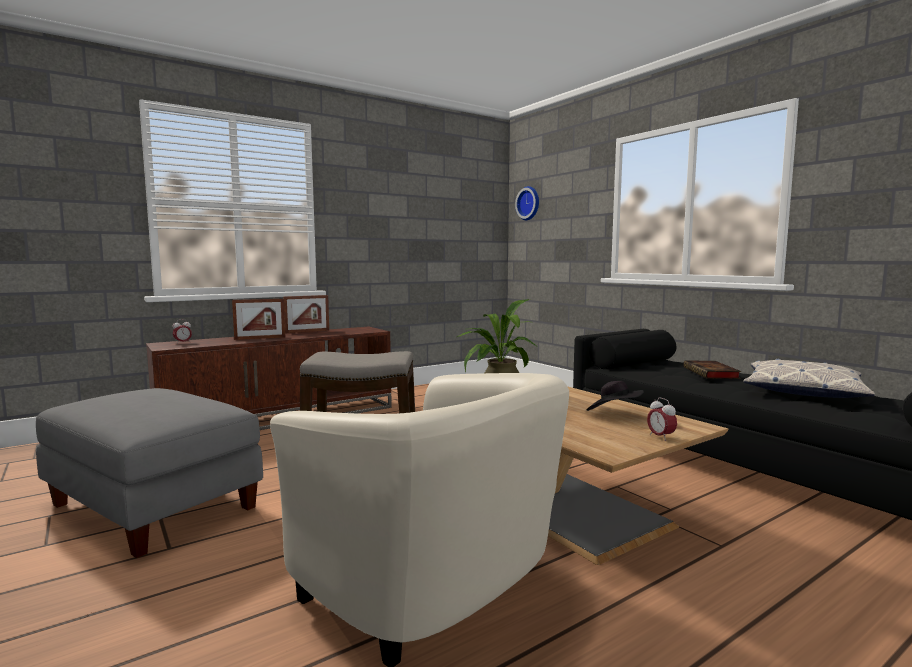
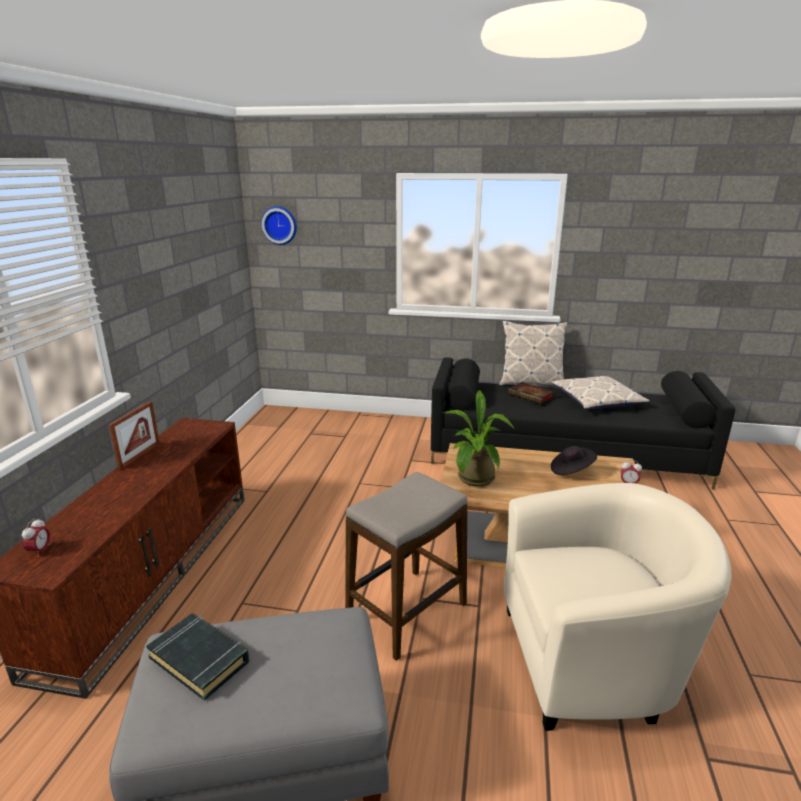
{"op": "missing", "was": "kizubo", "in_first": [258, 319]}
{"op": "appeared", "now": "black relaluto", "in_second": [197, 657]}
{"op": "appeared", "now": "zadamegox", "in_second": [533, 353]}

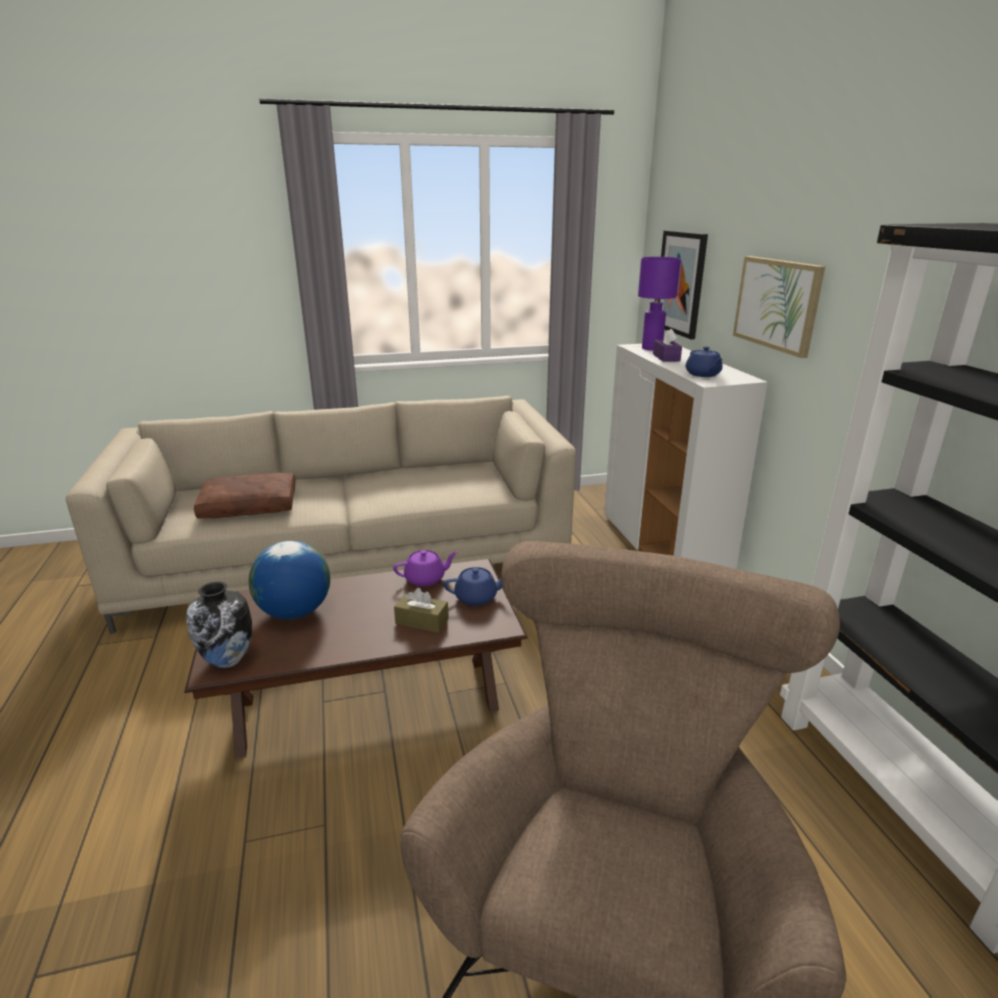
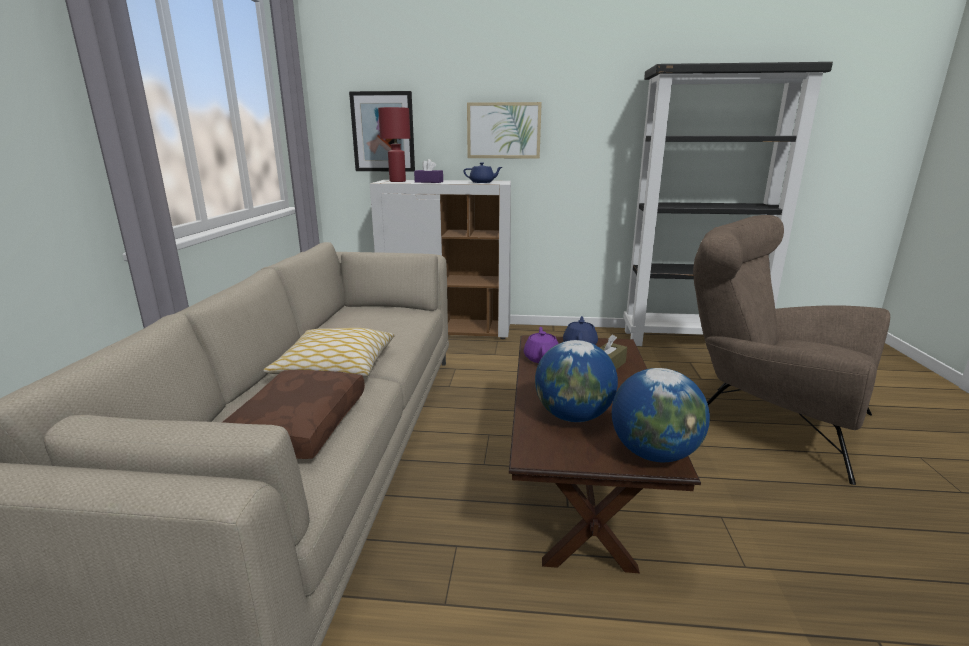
{"op": "exchanged", "was": "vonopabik", "now": "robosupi", "in_first": [219, 624], "in_second": [661, 415]}
{"op": "colour", "was": "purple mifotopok", "now": "red mifotopok", "in_first": [659, 304], "in_second": [394, 144]}
{"op": "appeared", "now": "zadamegox", "in_second": [328, 352]}

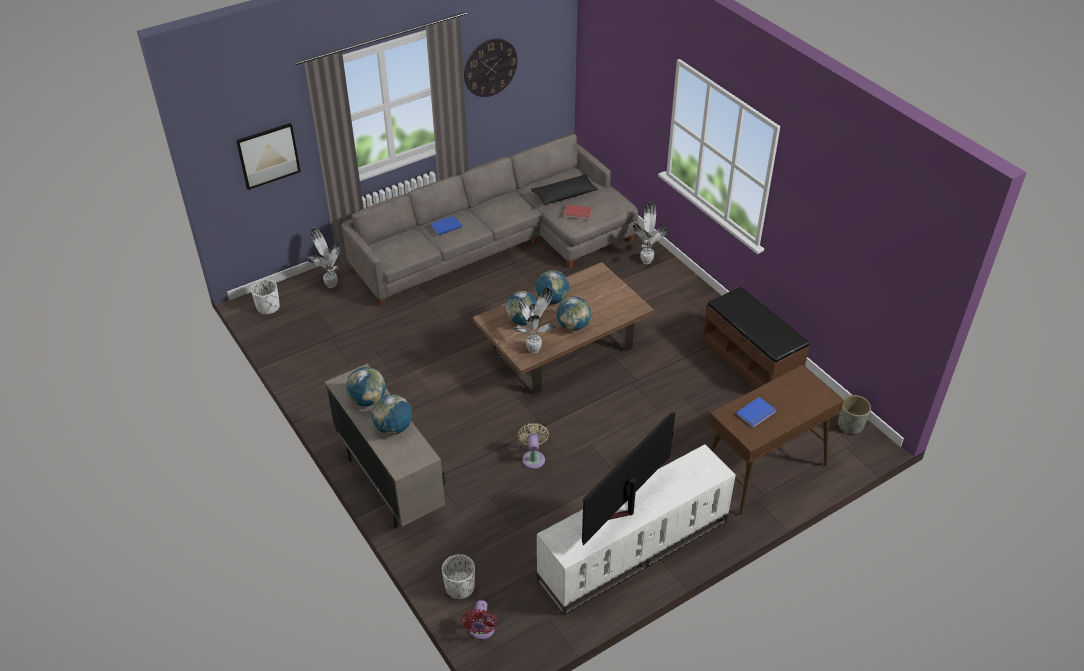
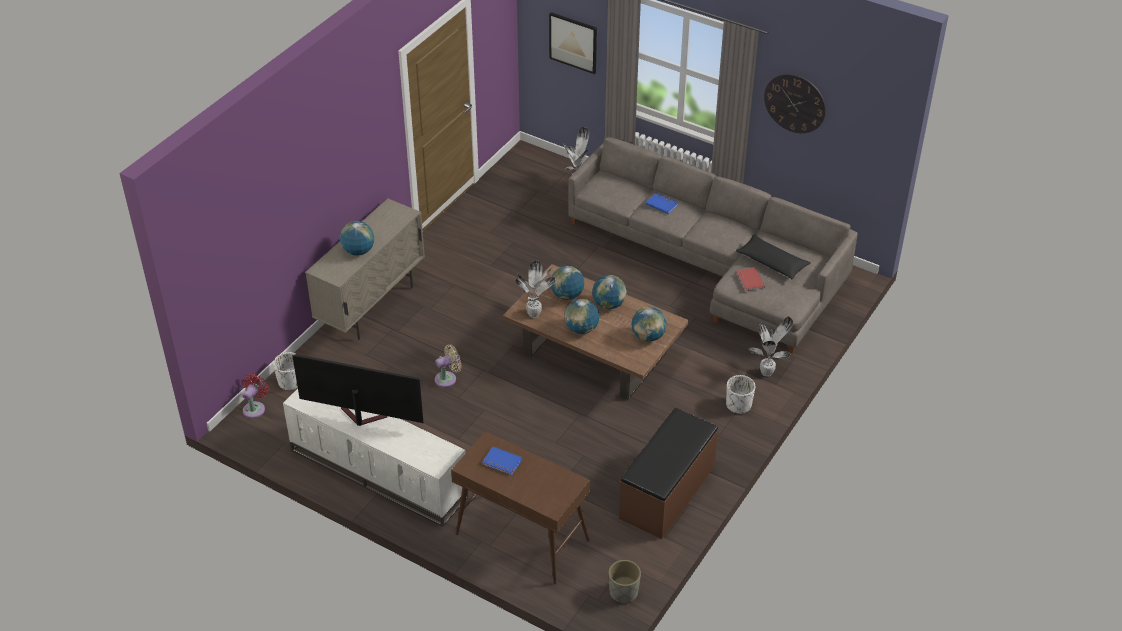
{"op": "relocated", "was": "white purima", "in_first": [265, 297], "in_second": [740, 394]}
{"op": "relocated", "was": "robosupi", "in_first": [366, 386], "in_second": [649, 324]}
{"op": "spun", "was": "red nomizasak", "in_first": [479, 620], "in_second": [255, 395], "clockwise": 135}

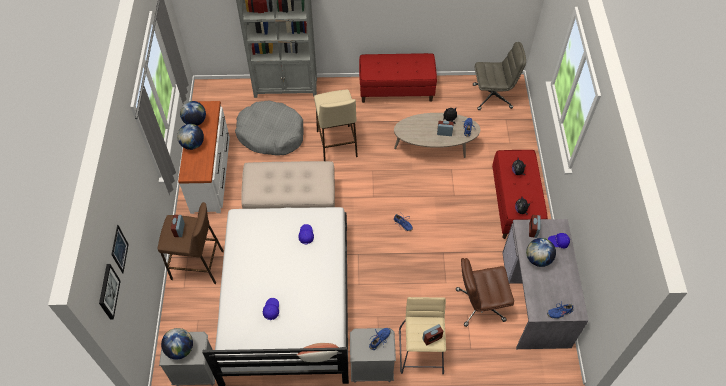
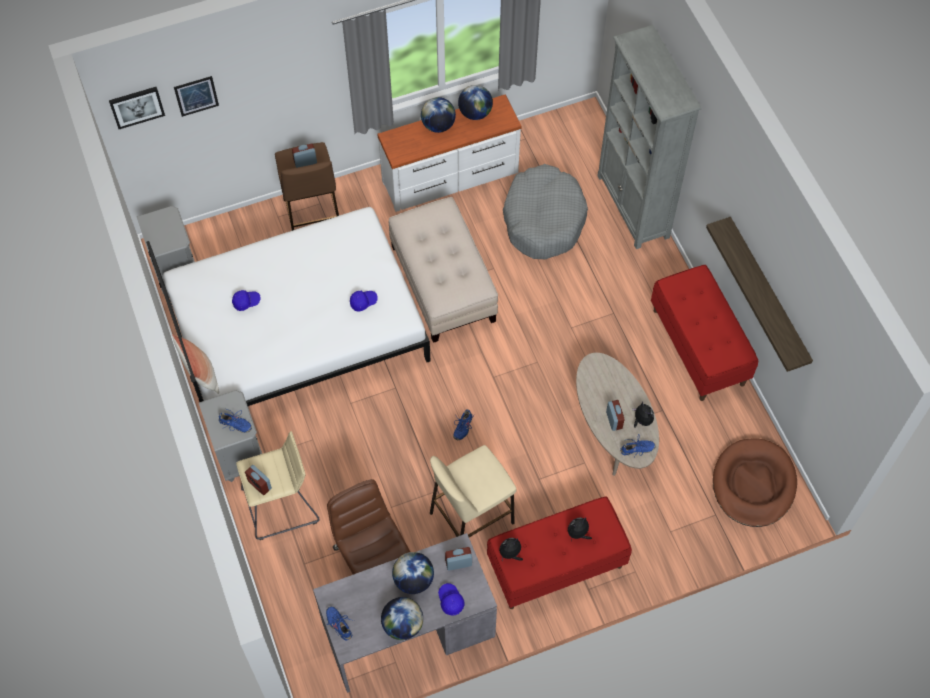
{"op": "relocated", "was": "robosupi", "in_first": [177, 344], "in_second": [402, 618]}
{"op": "relocated", "was": "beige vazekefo", "in_first": [336, 125], "in_second": [473, 491]}
{"op": "exchanged", "was": "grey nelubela", "now": "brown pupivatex", "in_first": [499, 76], "in_second": [755, 482]}
{"op": "appeared", "now": "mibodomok", "in_second": [759, 294]}

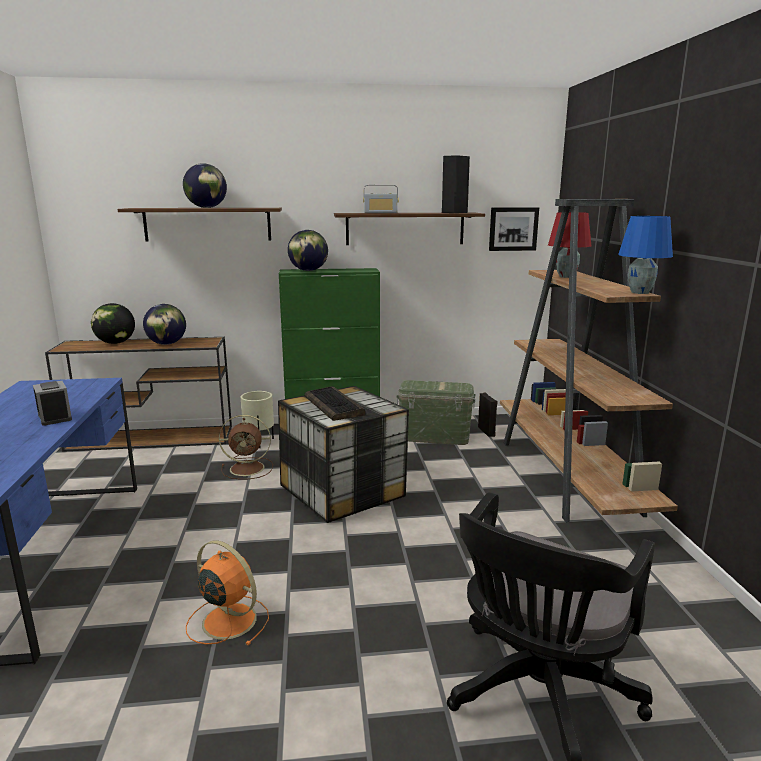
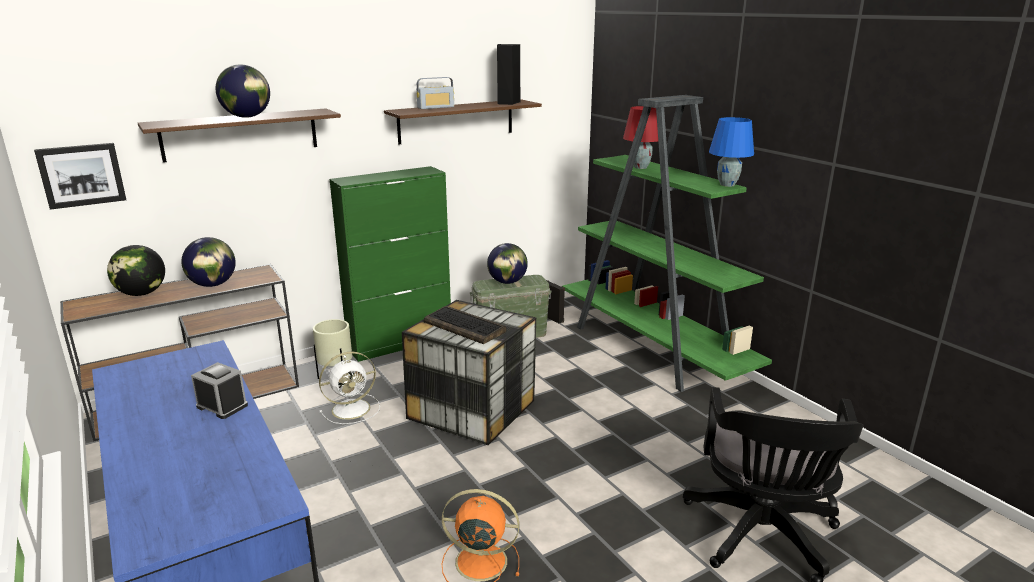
{"op": "colour", "was": "brown nomizasak", "now": "white nomizasak", "in_first": [246, 447], "in_second": [349, 388]}
{"op": "relocated", "was": "robosupi", "in_first": [308, 250], "in_second": [507, 263]}
{"op": "relocated", "was": "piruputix", "in_first": [514, 229], "in_second": [80, 176]}
{"op": "colour", "was": "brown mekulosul", "now": "green mekulosul", "in_first": [589, 360], "in_second": [667, 243]}

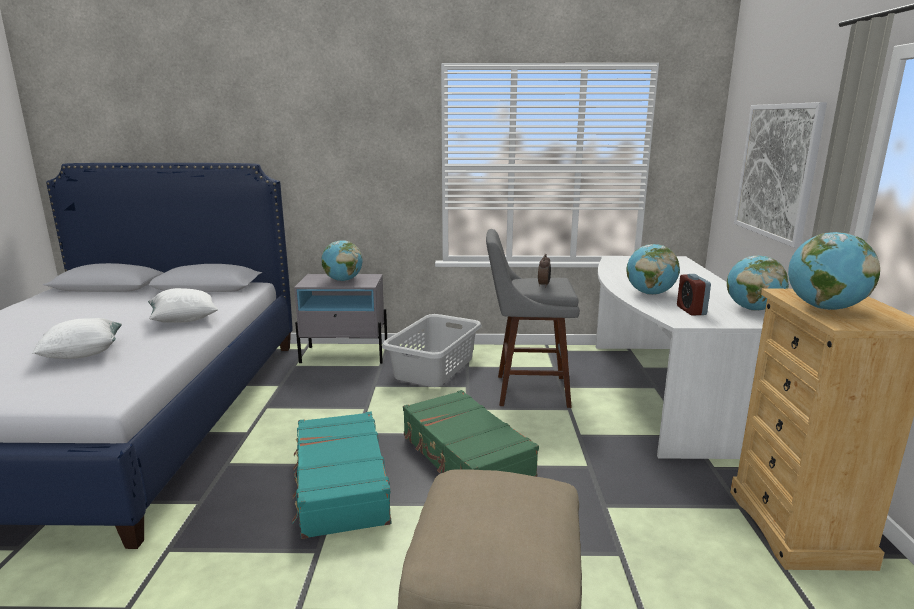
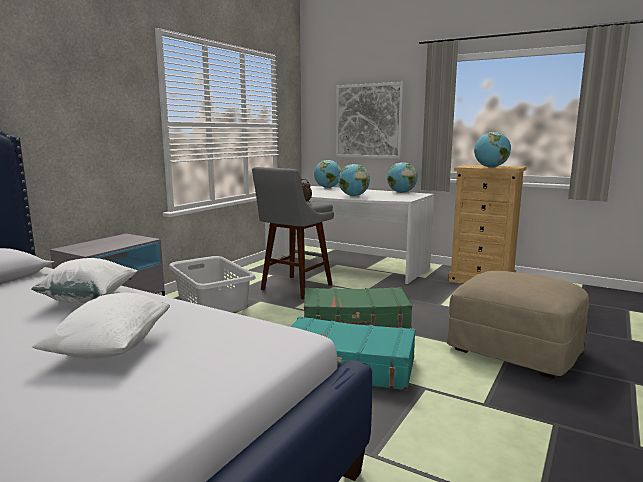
{"op": "relocated", "was": "robosupi", "in_first": [342, 260], "in_second": [327, 174]}
{"op": "missing", "was": "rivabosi", "in_first": [694, 294]}

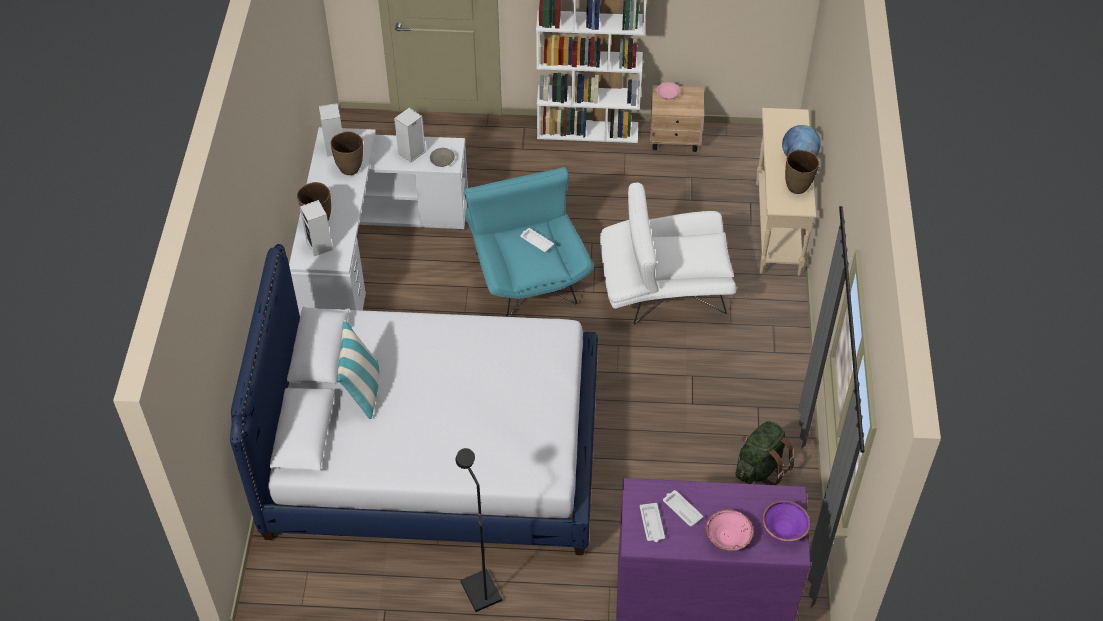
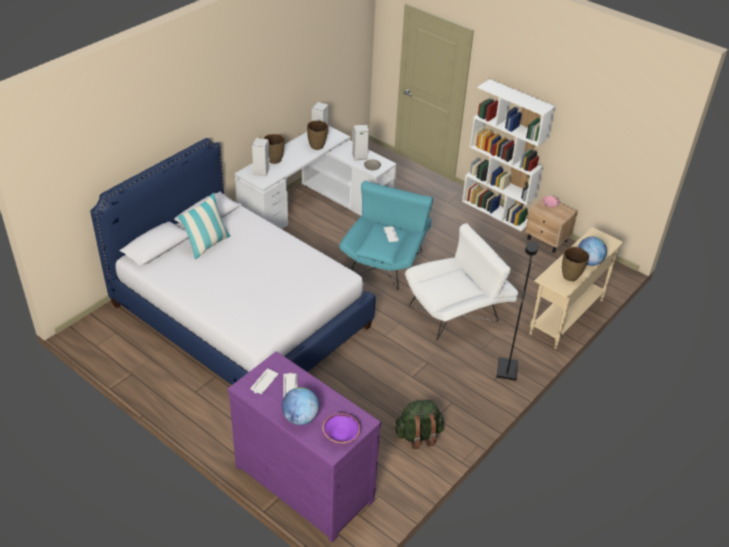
{"op": "relocated", "was": "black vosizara", "in_first": [479, 530], "in_second": [518, 311]}
{"op": "spun", "was": "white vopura", "in_first": [668, 253], "in_second": [461, 281], "clockwise": 120}
{"op": "exchanged", "was": "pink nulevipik", "now": "robosupi", "in_first": [729, 530], "in_second": [300, 406]}

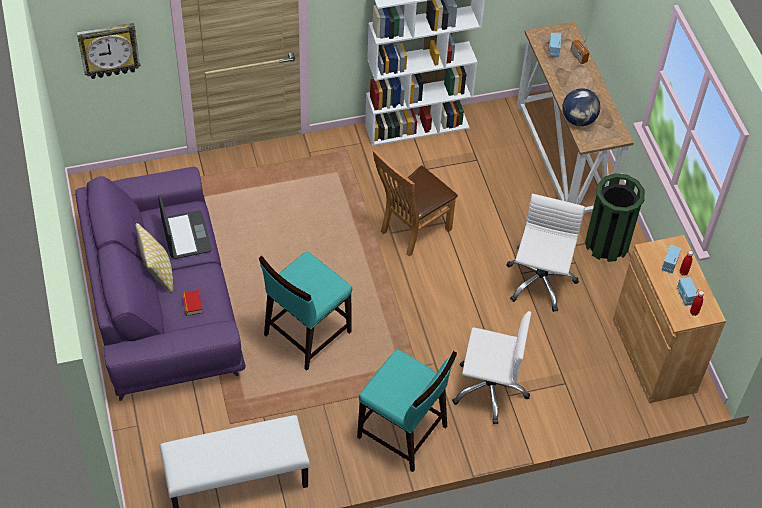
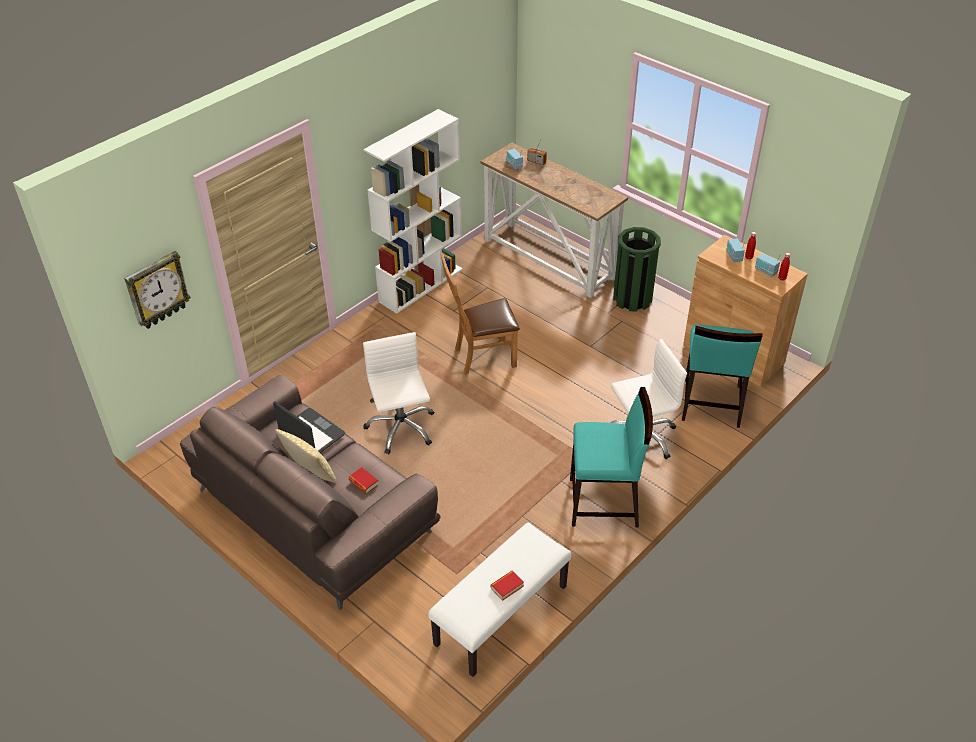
{"op": "colour", "was": "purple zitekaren", "now": "brown zitekaren", "in_first": [160, 284], "in_second": [310, 492]}
{"op": "relocated", "was": "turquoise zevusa", "in_first": [305, 311], "in_second": [722, 376]}
{"op": "spun", "was": "brown zevusa", "in_first": [415, 203], "in_second": [480, 314], "clockwise": 60}
{"op": "relocated", "was": "white nelubela", "in_first": [545, 253], "in_second": [398, 393]}
{"op": "missing", "was": "robosupi", "in_first": [581, 107]}
{"op": "appeared", "now": "relaluto", "in_second": [507, 586]}

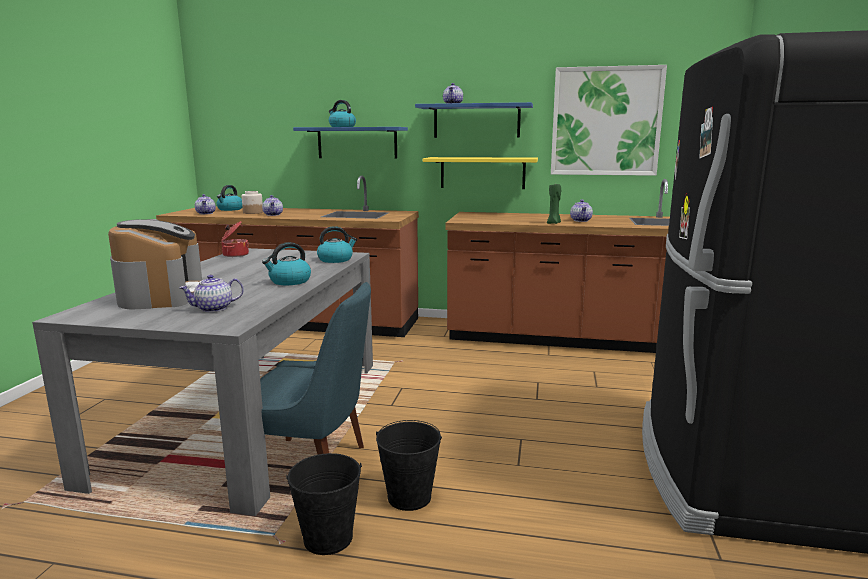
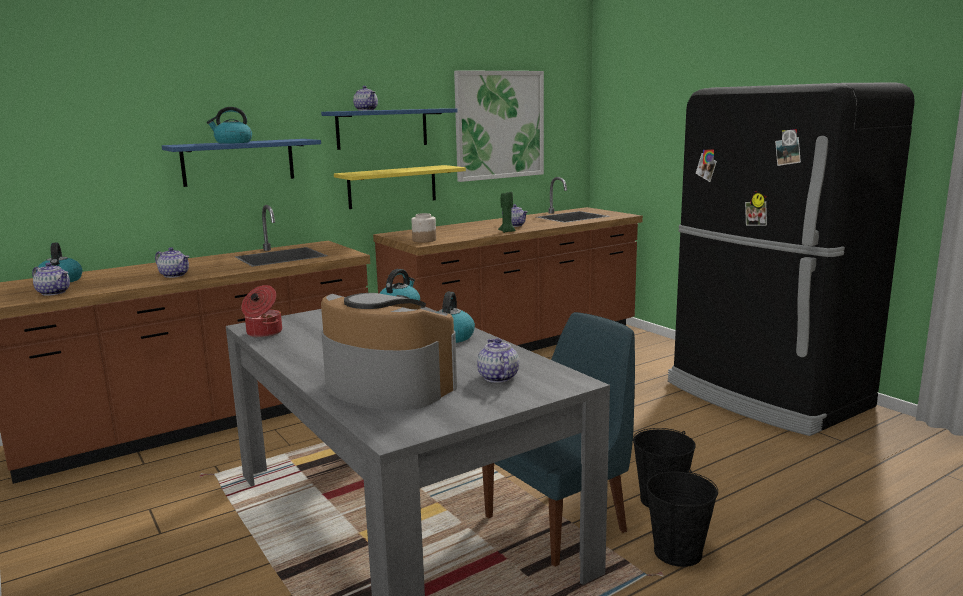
{"op": "spun", "was": "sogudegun", "in_first": [211, 293], "in_second": [498, 360], "clockwise": 150}
{"op": "relocated", "was": "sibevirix", "in_first": [252, 202], "in_second": [424, 228]}

